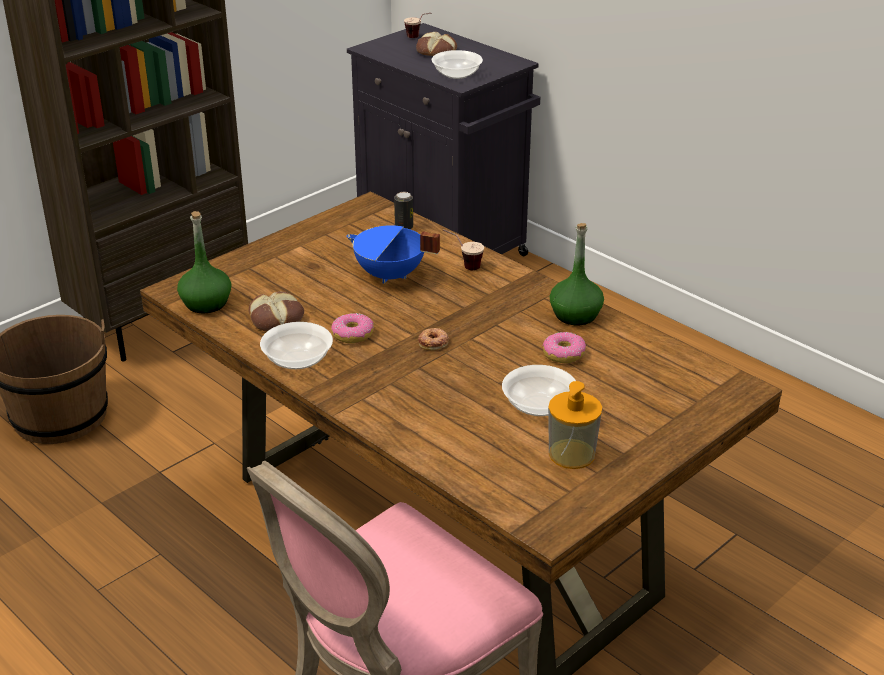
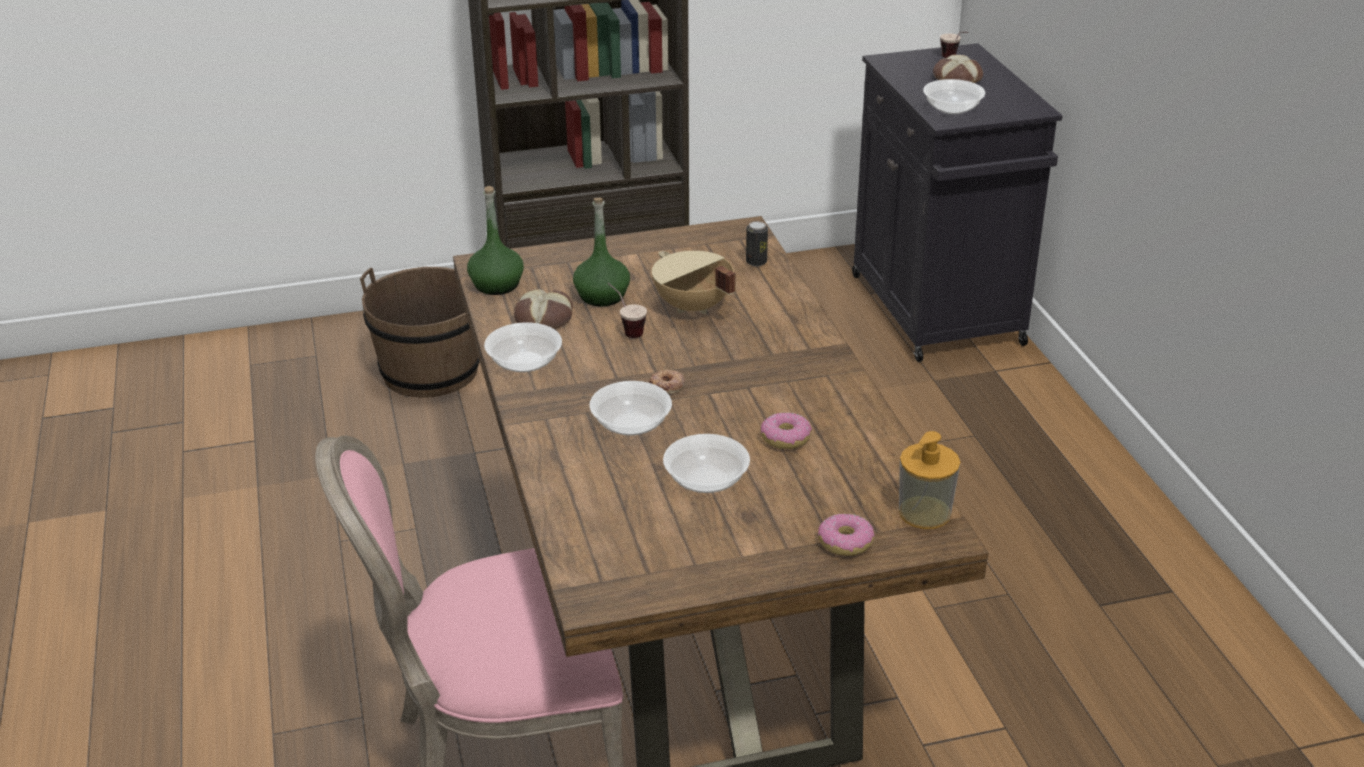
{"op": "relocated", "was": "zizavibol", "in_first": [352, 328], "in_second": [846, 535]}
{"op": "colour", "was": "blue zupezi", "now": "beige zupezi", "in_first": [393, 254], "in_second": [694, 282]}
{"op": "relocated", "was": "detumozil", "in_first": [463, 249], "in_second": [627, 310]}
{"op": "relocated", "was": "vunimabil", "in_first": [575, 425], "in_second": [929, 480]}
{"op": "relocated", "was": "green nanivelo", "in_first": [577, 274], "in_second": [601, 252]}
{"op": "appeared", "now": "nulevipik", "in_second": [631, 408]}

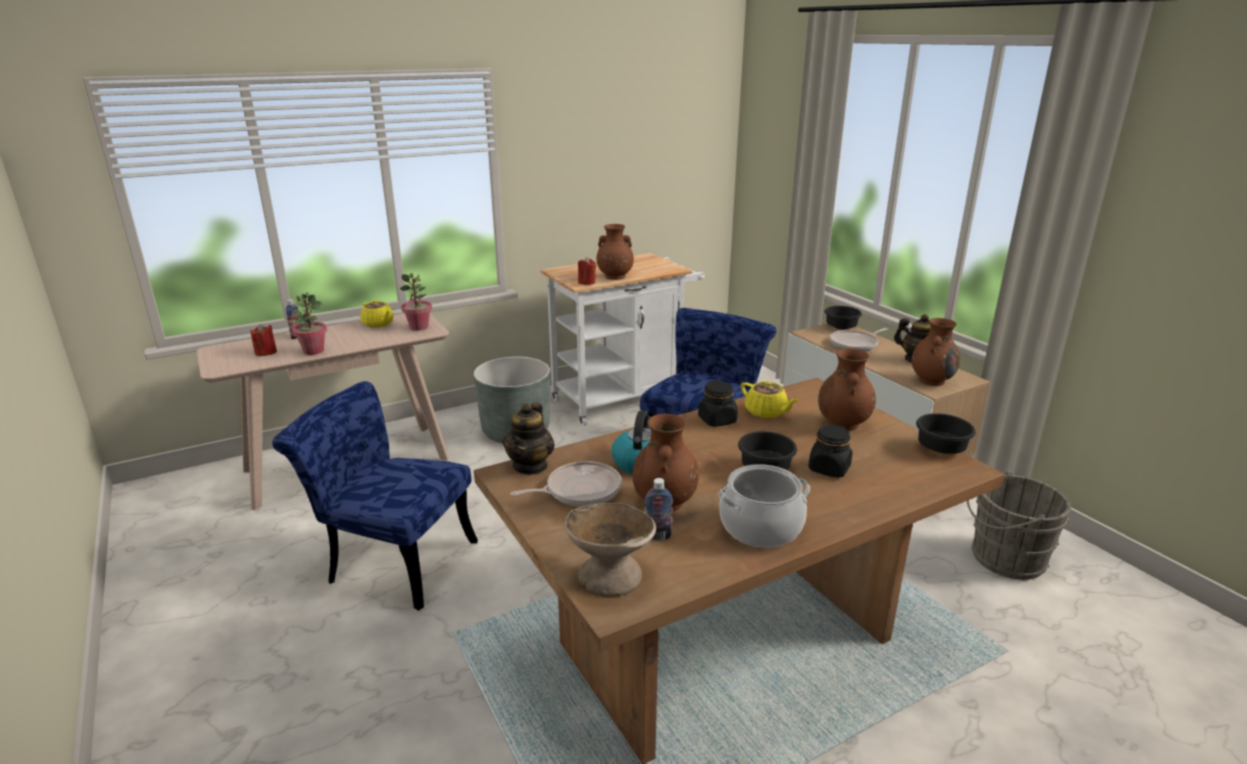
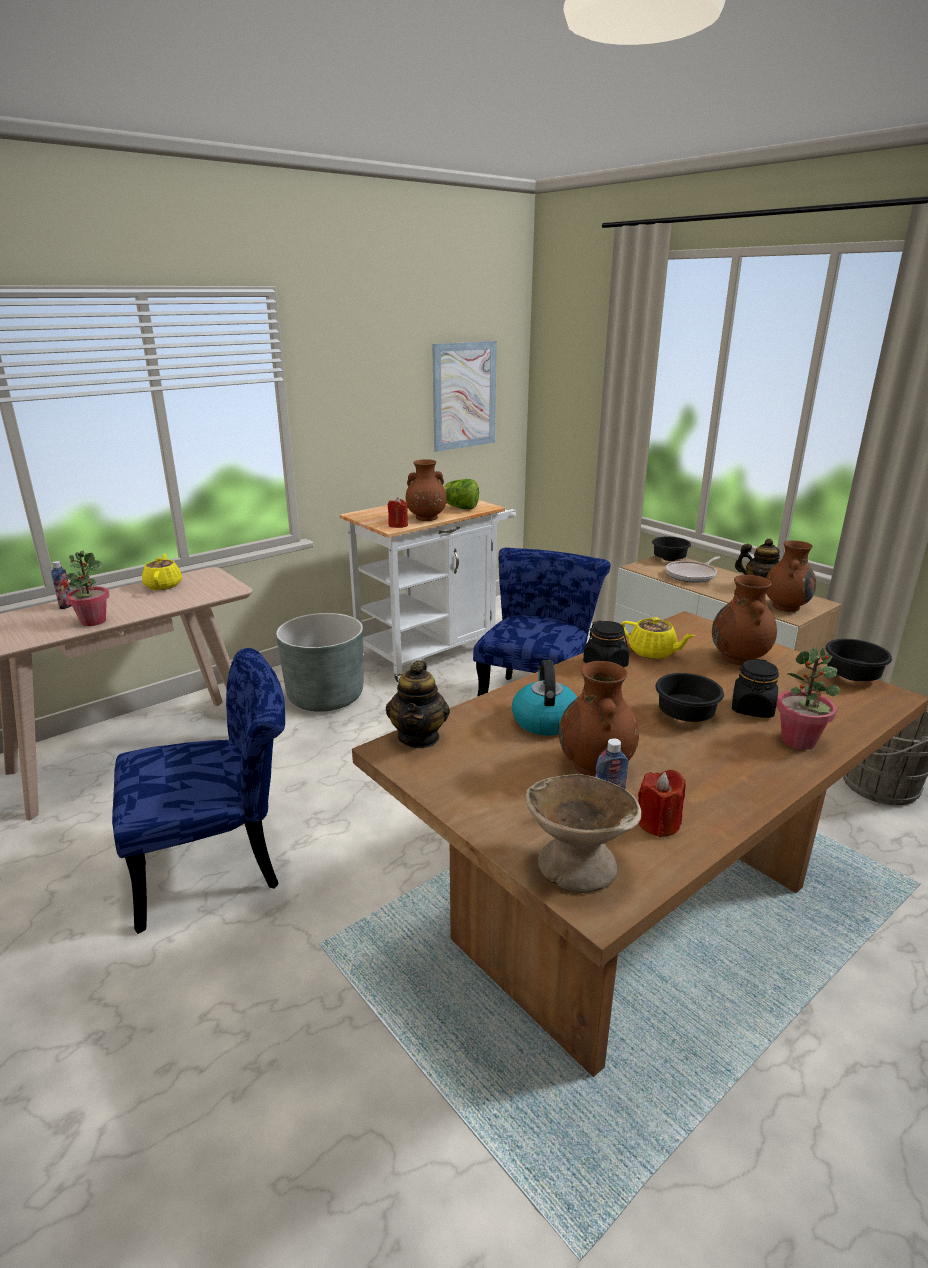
{"op": "relocated", "was": "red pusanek", "in_first": [263, 340], "in_second": [662, 804]}
{"op": "spun", "was": "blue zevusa", "in_first": [375, 496], "in_second": [198, 791], "clockwise": 150}
{"op": "spun", "was": "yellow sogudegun", "in_first": [377, 314], "in_second": [162, 572], "clockwise": -135}
{"op": "relocated", "was": "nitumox", "in_first": [416, 302], "in_second": [808, 699]}
{"op": "missing", "was": "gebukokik", "in_first": [566, 483]}
{"op": "missing", "was": "zupezi", "in_first": [764, 506]}
{"op": "appeared", "now": "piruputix", "in_second": [464, 396]}
{"op": "appeared", "now": "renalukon", "in_second": [461, 494]}

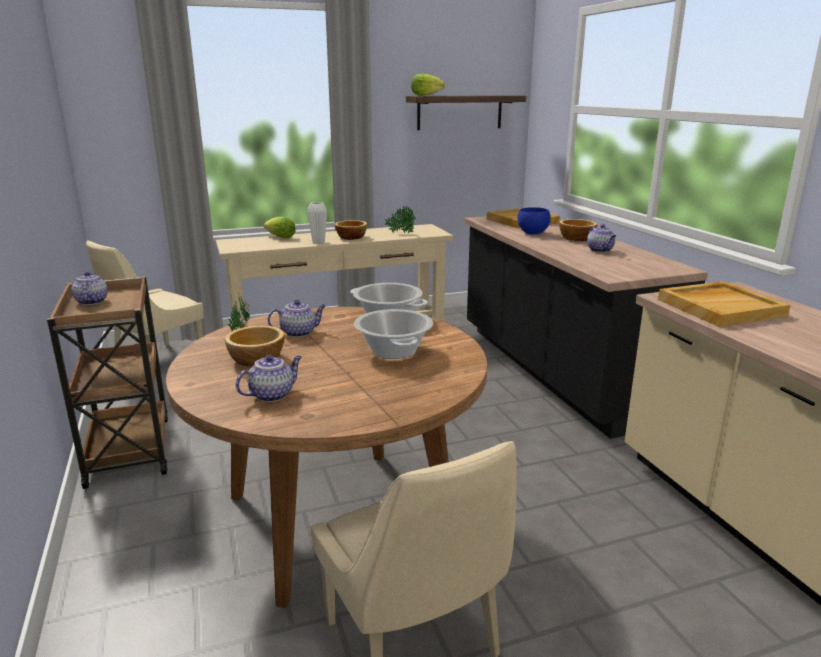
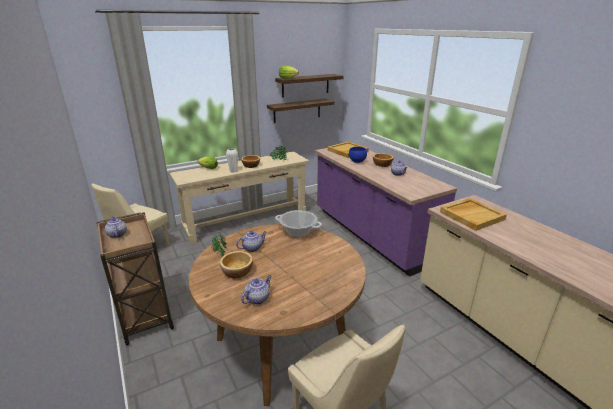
{"op": "missing", "was": "zupezi", "in_first": [393, 334]}
{"op": "colour", "was": "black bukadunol", "now": "purple bukadunol", "in_first": [586, 327], "in_second": [386, 212]}
{"op": "appeared", "now": "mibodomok", "in_second": [300, 111]}

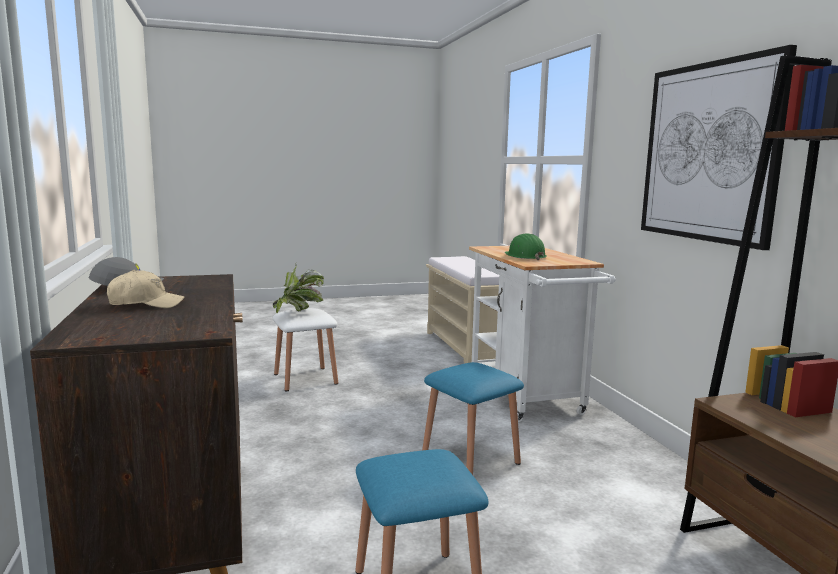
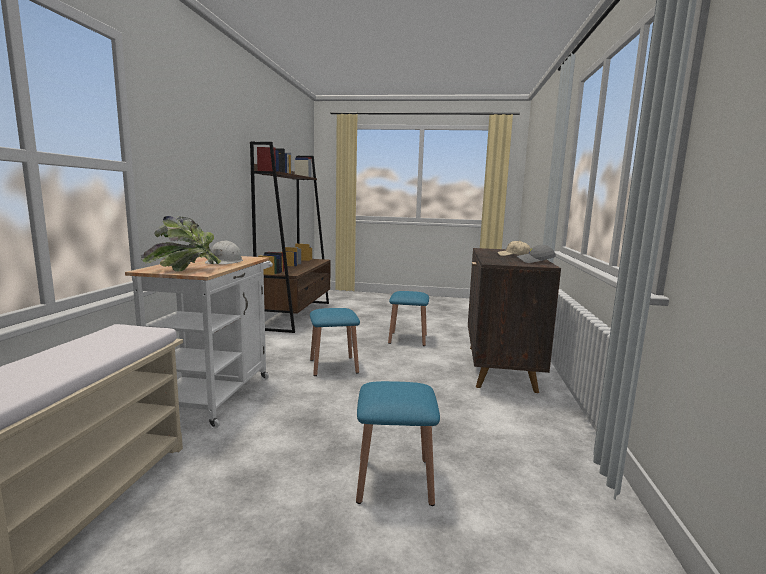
{"op": "relocated", "was": "nitumox", "in_first": [298, 288], "in_second": [181, 243]}
{"op": "colour", "was": "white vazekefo", "now": "blue vazekefo", "in_first": [305, 350], "in_second": [398, 443]}
{"op": "colour", "was": "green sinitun", "now": "white sinitun", "in_first": [525, 246], "in_second": [224, 252]}
{"op": "missing", "was": "piruputix", "in_first": [719, 147]}

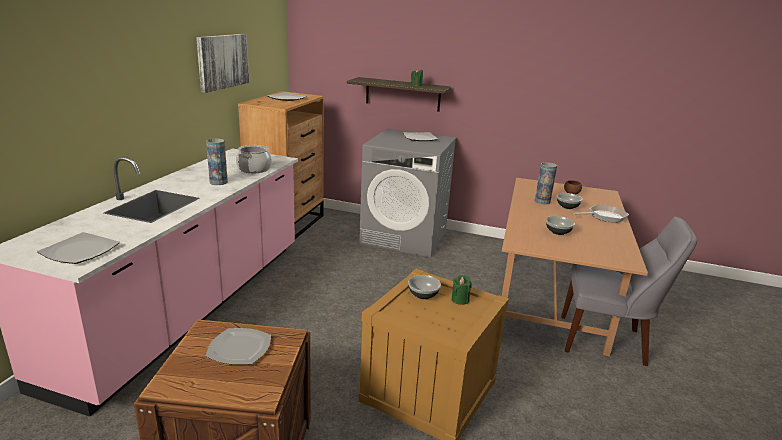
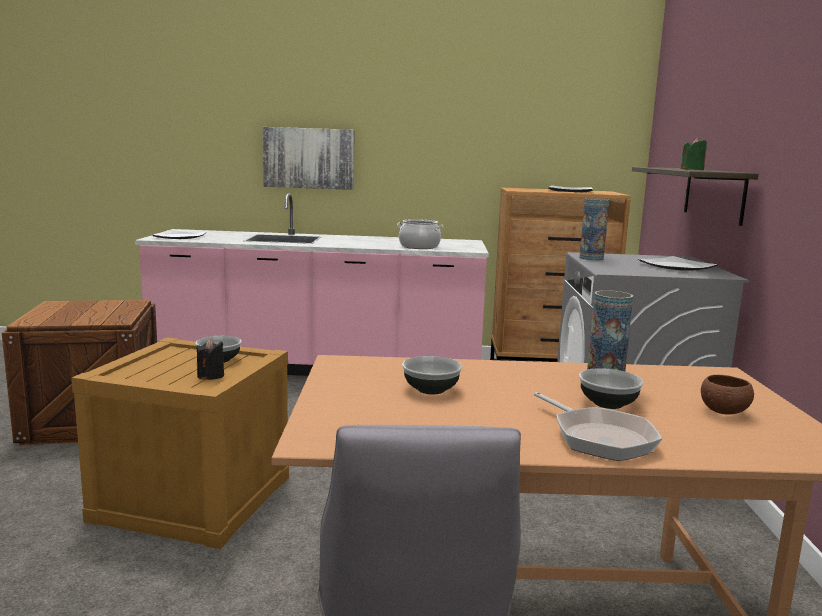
{"op": "relocated", "was": "piruputix", "in_first": [222, 63], "in_second": [309, 158]}
{"op": "relocated", "was": "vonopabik", "in_first": [217, 161], "in_second": [594, 229]}
{"op": "missing", "was": "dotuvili", "in_first": [238, 346]}
{"op": "colour", "was": "green pusanek", "now": "black pusanek", "in_first": [462, 290], "in_second": [210, 359]}

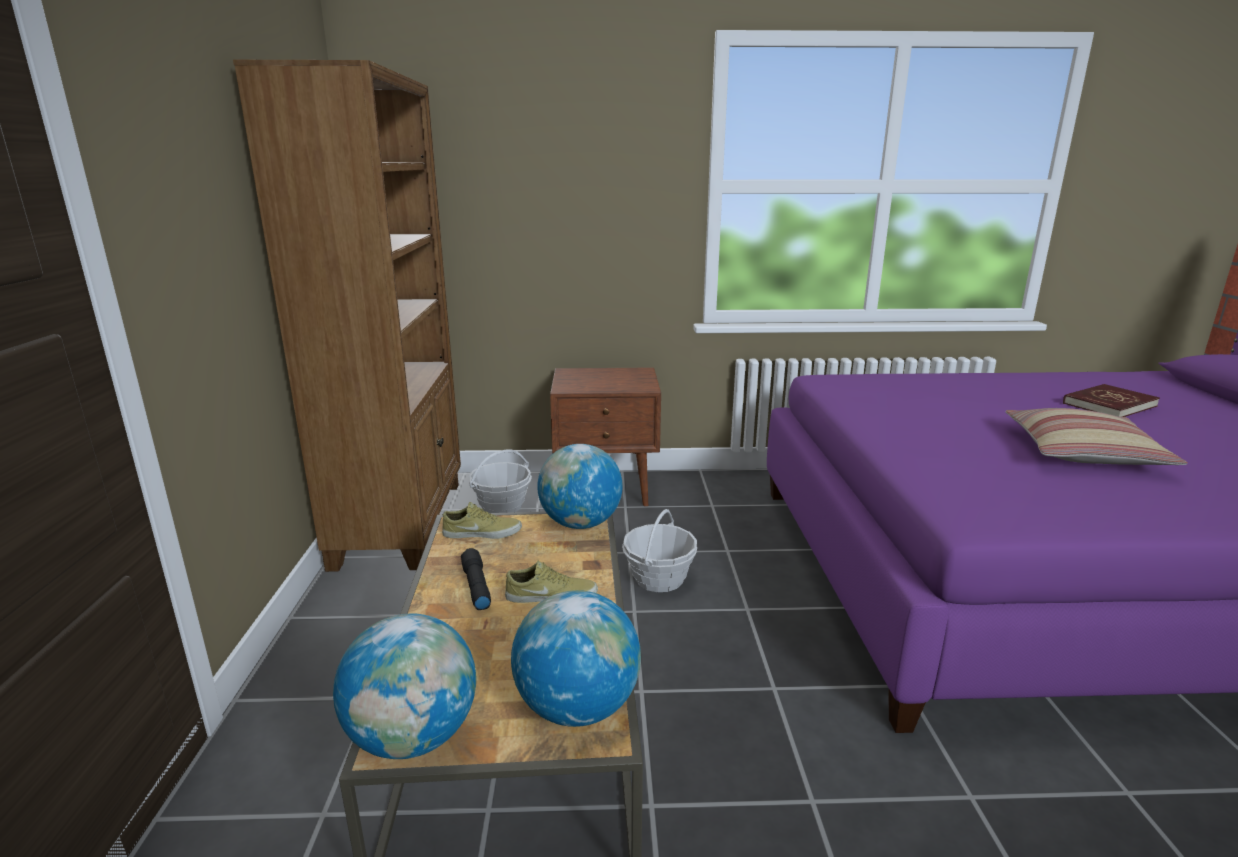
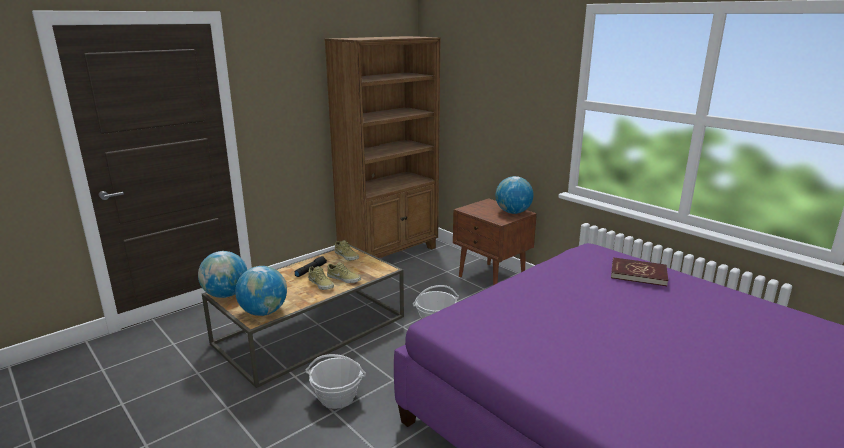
{"op": "relocated", "was": "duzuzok", "in_first": [500, 481], "in_second": [336, 381]}
{"op": "relocated", "was": "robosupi", "in_first": [580, 486], "in_second": [514, 195]}
{"op": "missing", "was": "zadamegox", "in_first": [1096, 436]}
{"op": "relocated", "was": "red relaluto", "in_first": [1111, 400], "in_second": [639, 271]}
{"op": "appeared", "now": "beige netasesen", "in_second": [344, 272]}

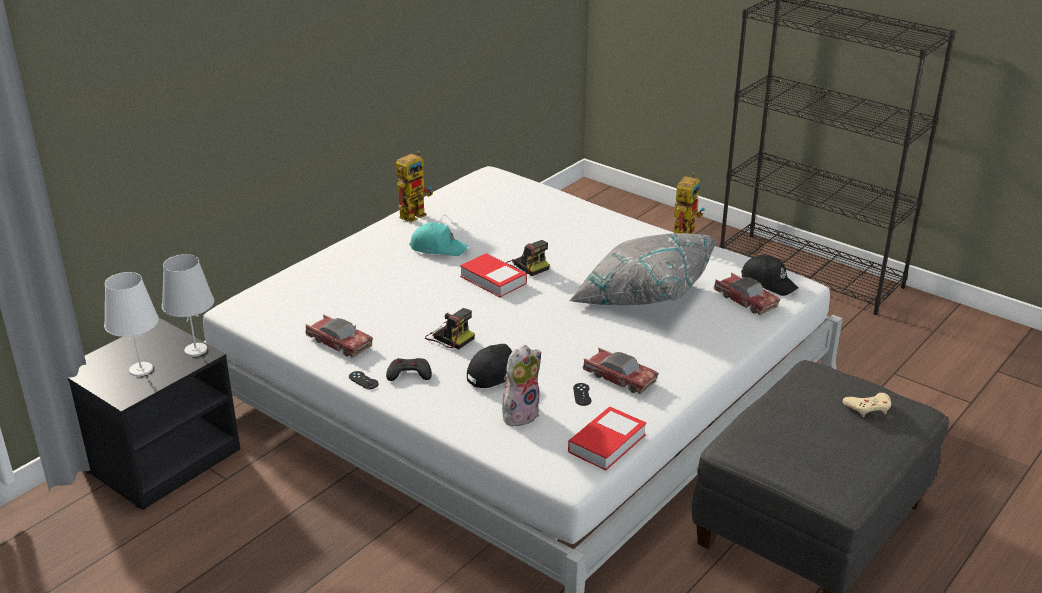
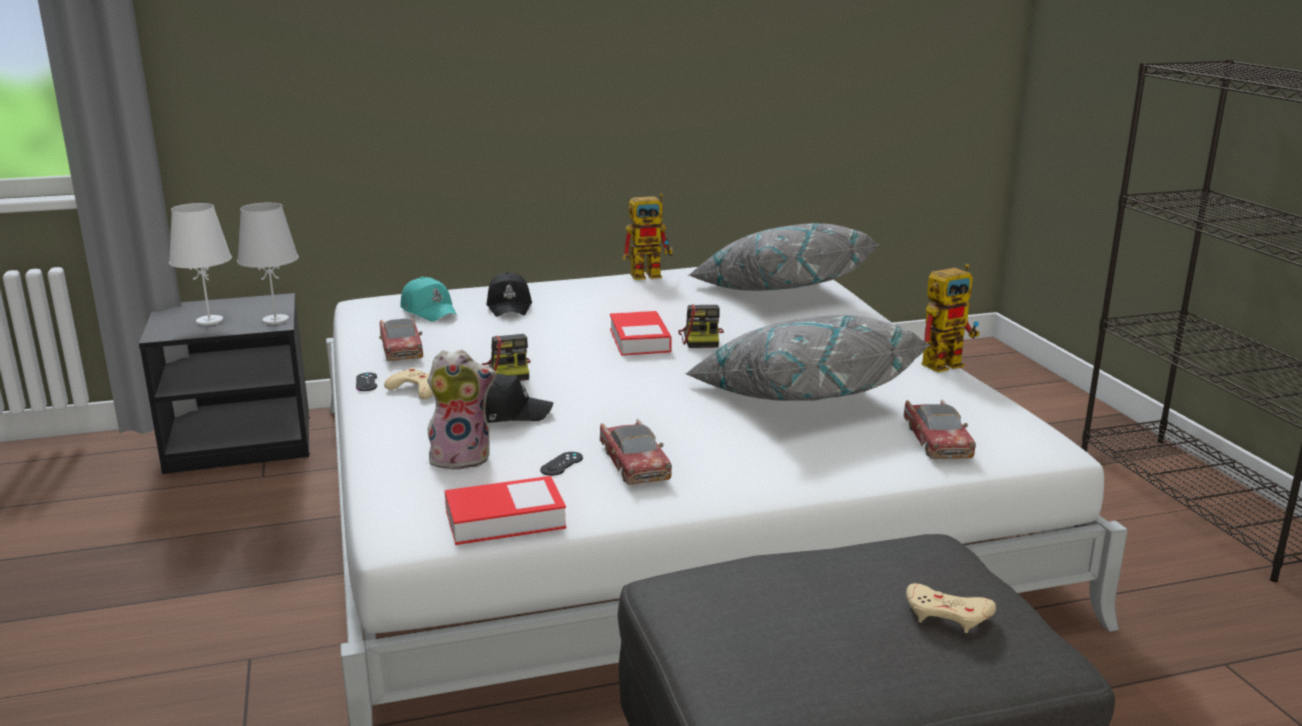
{"op": "colour", "was": "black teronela", "now": "beige teronela", "in_first": [409, 369], "in_second": [408, 383]}
{"op": "relocated", "was": "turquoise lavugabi", "in_first": [439, 239], "in_second": [428, 299]}
{"op": "relocated", "was": "black lavugabi", "in_first": [769, 275], "in_second": [509, 294]}
{"op": "appeared", "now": "grey zadamegox", "in_second": [784, 257]}

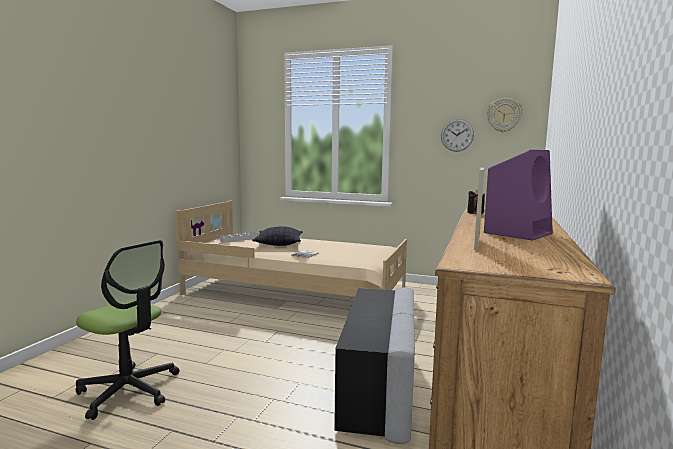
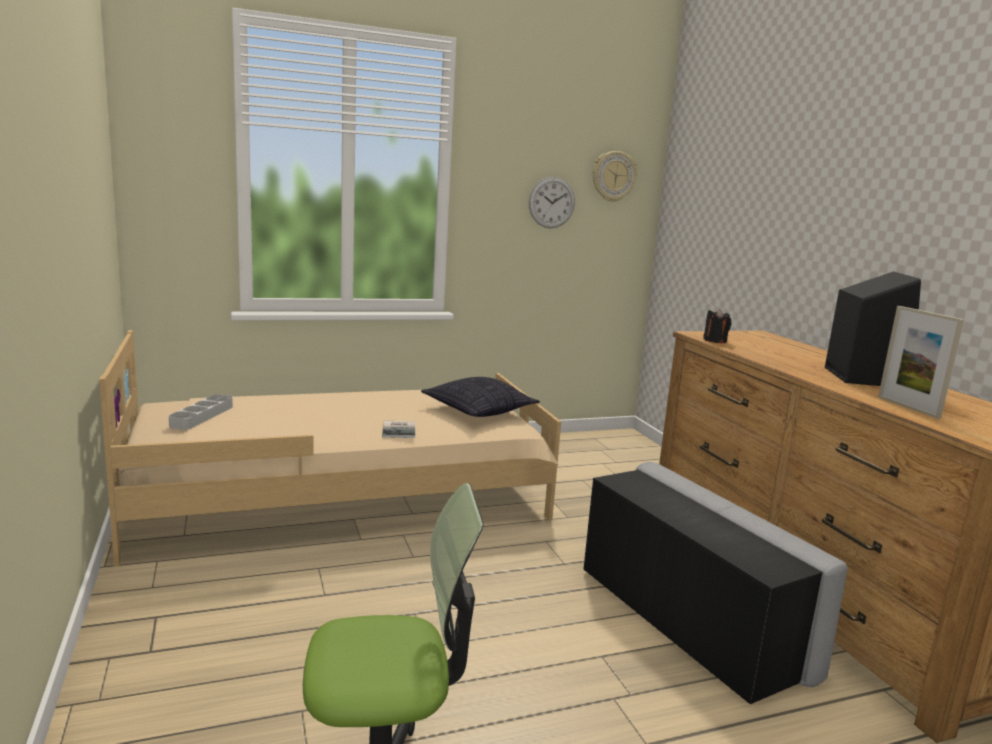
{"op": "relocated", "was": "zadamegox", "in_first": [277, 236], "in_second": [480, 397]}
{"op": "colour", "was": "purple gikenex", "now": "black gikenex", "in_first": [518, 195], "in_second": [873, 328]}

